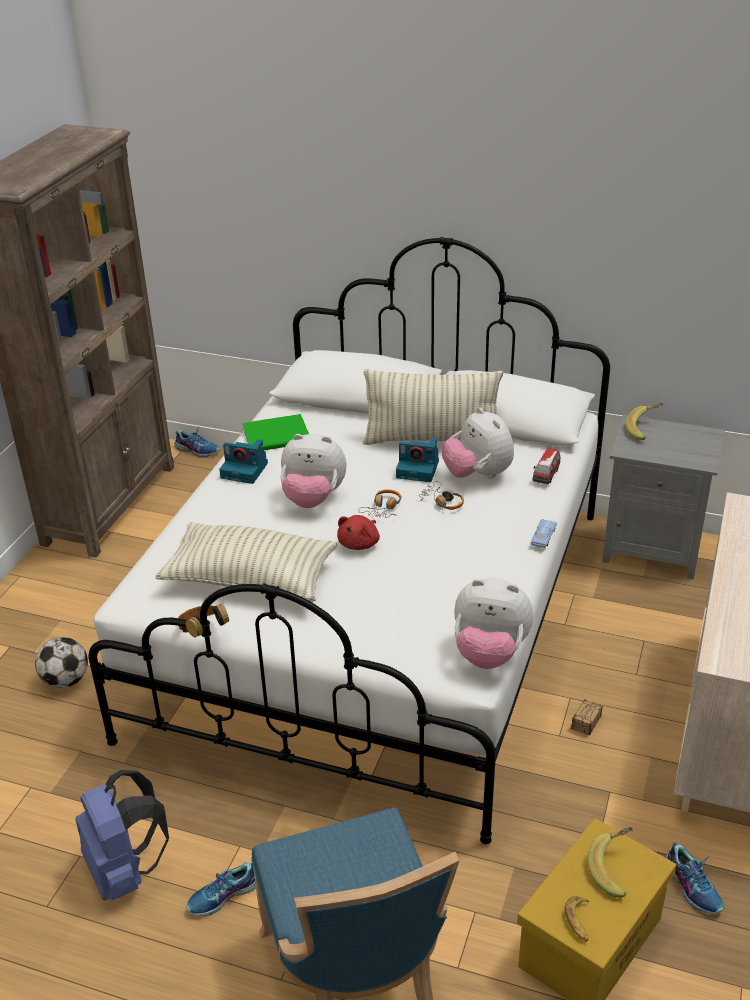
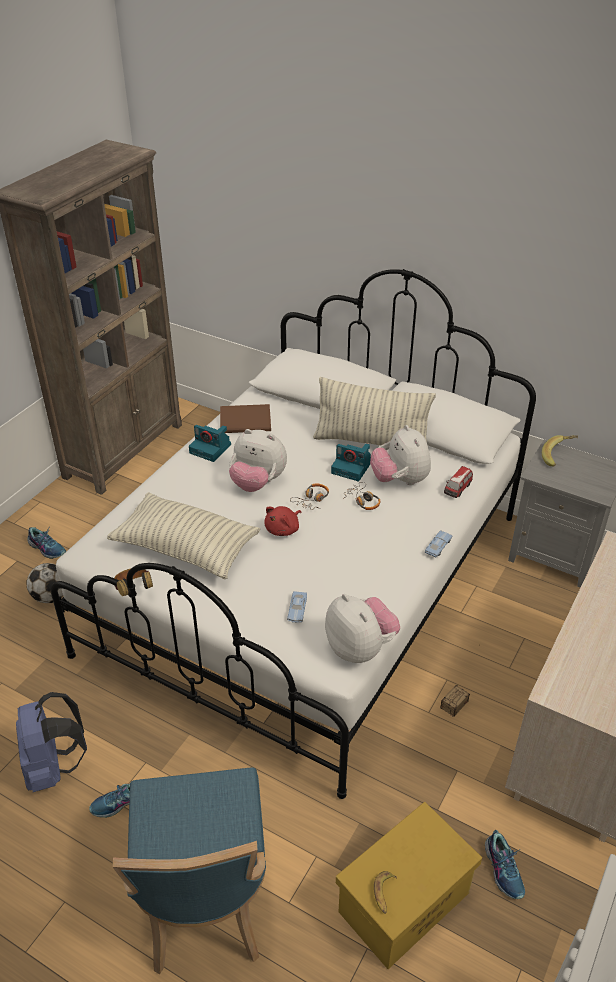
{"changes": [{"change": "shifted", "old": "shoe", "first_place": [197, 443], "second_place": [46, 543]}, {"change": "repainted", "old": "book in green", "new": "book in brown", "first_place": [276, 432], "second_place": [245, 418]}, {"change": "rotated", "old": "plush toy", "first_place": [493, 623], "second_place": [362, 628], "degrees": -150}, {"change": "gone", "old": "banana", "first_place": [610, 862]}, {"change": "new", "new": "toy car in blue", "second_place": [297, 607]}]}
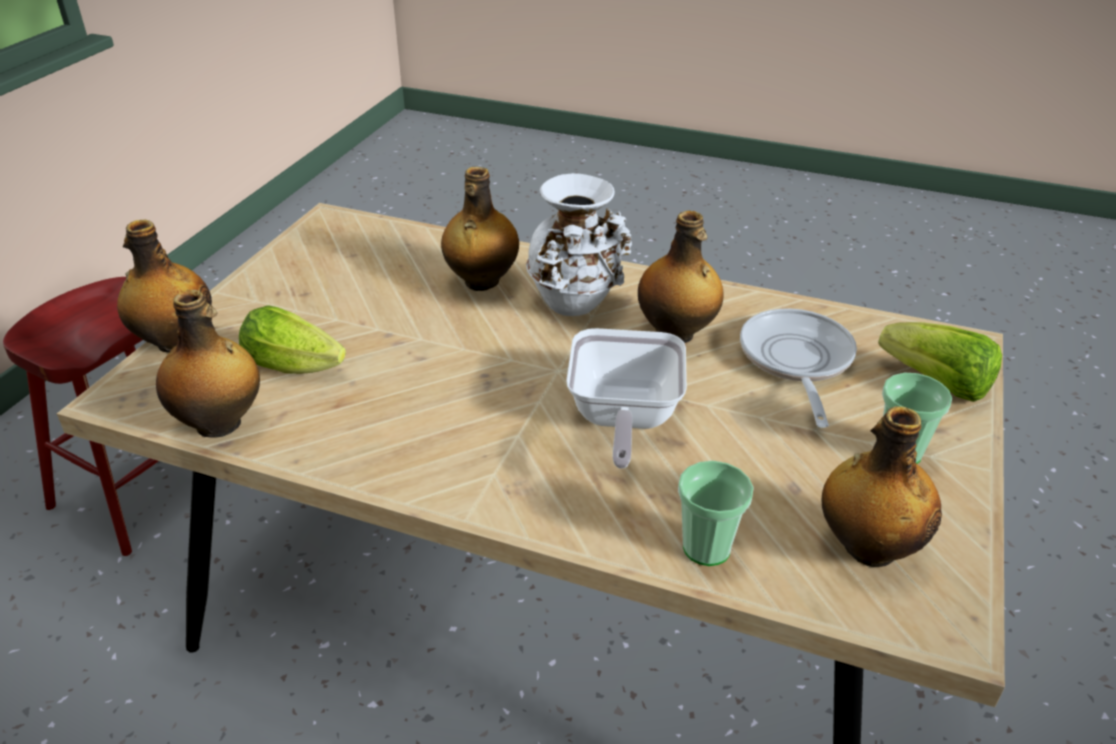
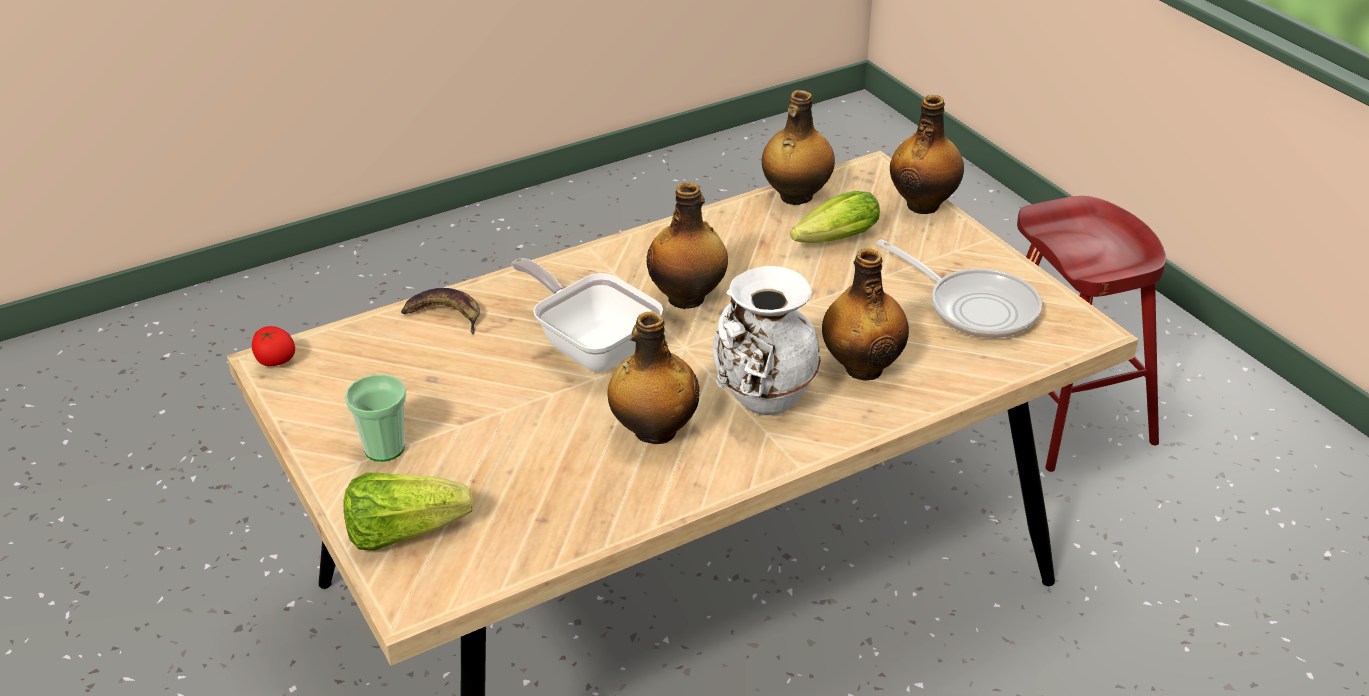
{"changes": [{"change": "swapped", "old": "cup", "new": "banana", "first_place": [716, 513], "second_place": [440, 311]}, {"change": "shifted", "old": "frying pan", "first_place": [798, 368], "second_place": [959, 288]}, {"change": "shifted", "old": "bottle", "first_place": [882, 486], "second_place": [687, 245]}, {"change": "new", "new": "tomato", "second_place": [273, 346]}]}
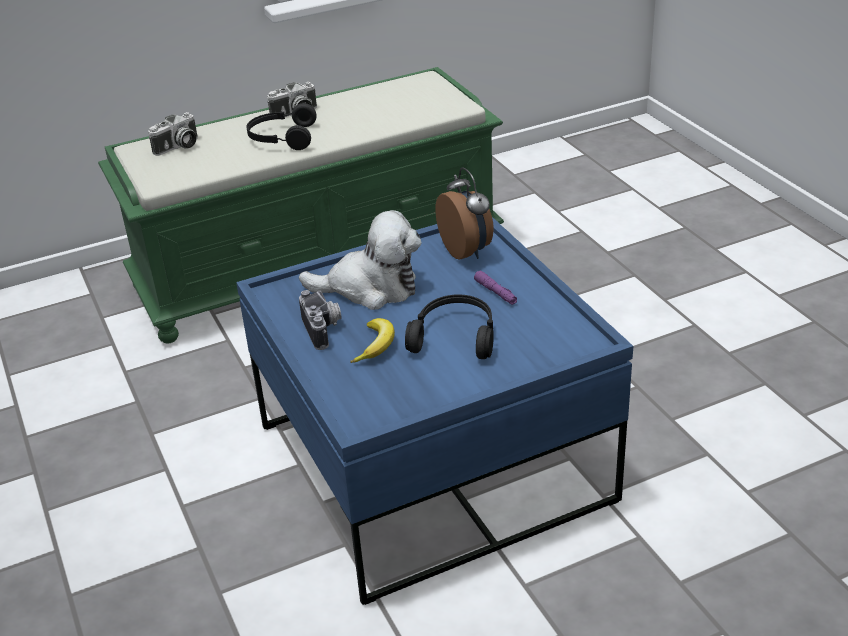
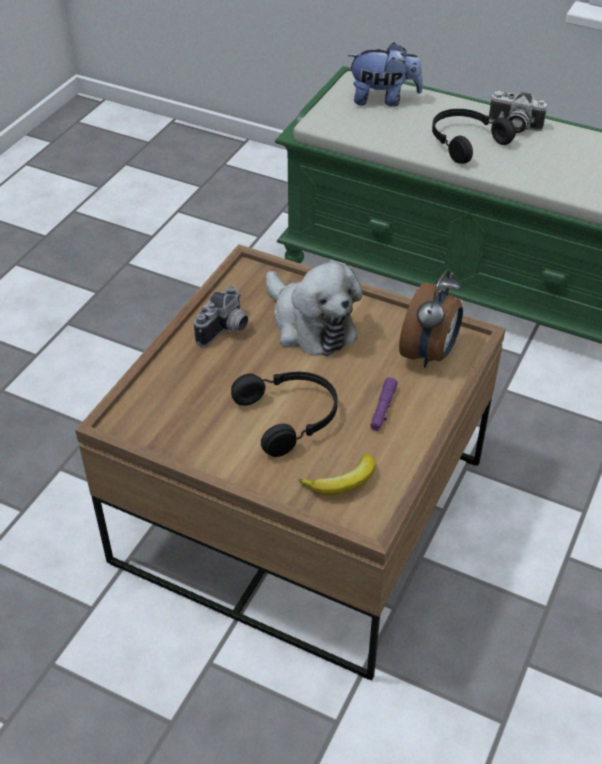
{"changes": [{"change": "swapped", "old": "photo camera", "new": "plush toy", "first_place": [173, 134], "second_place": [385, 75]}, {"change": "repainted", "old": "coffee table in blue", "new": "coffee table in brown", "first_place": [434, 411], "second_place": [290, 462]}, {"change": "shifted", "old": "banana", "first_place": [372, 340], "second_place": [337, 474]}]}
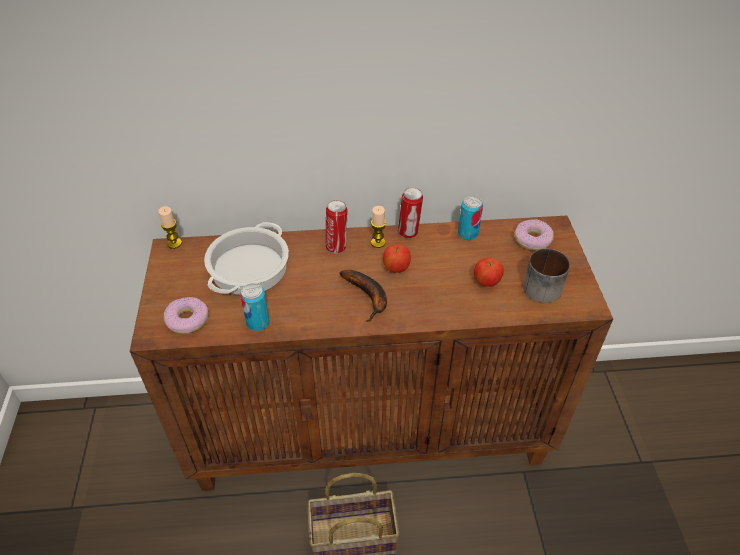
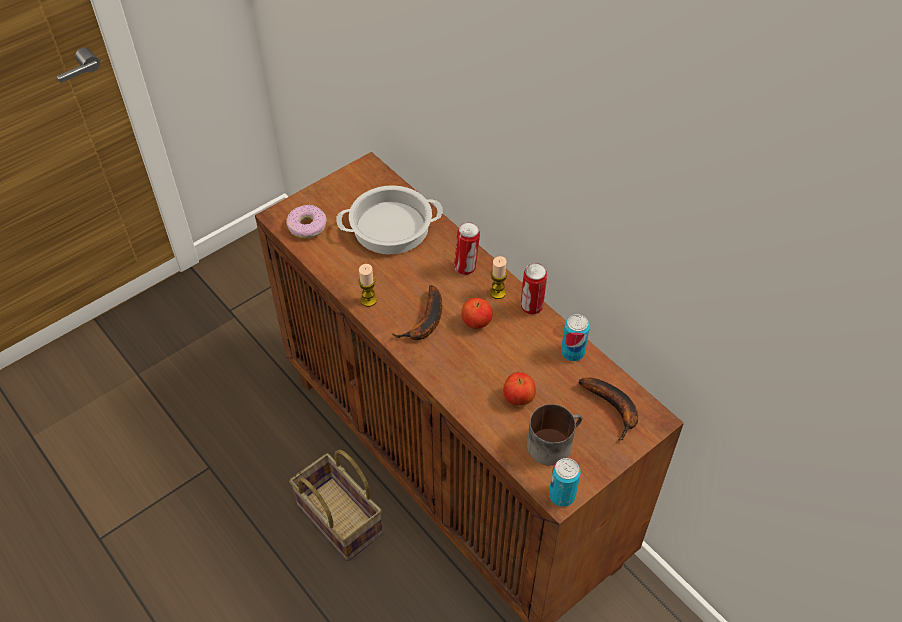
{"changes": [{"change": "shifted", "old": "candle", "first_place": [170, 227], "second_place": [367, 285]}, {"change": "shifted", "old": "can", "first_place": [255, 307], "second_place": [565, 482]}, {"change": "swapped", "old": "donut", "new": "banana", "first_place": [534, 234], "second_place": [608, 409]}]}
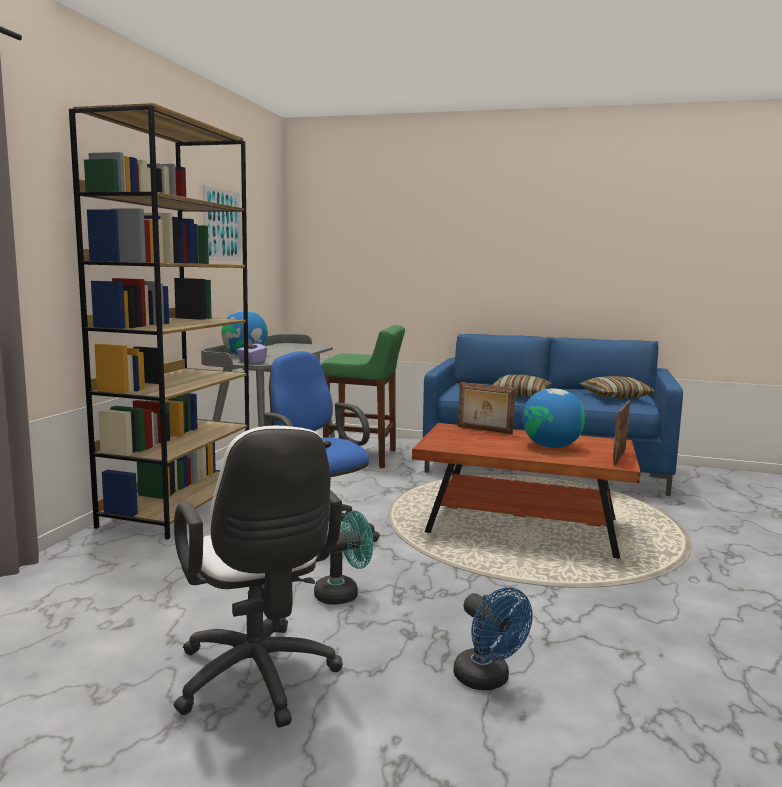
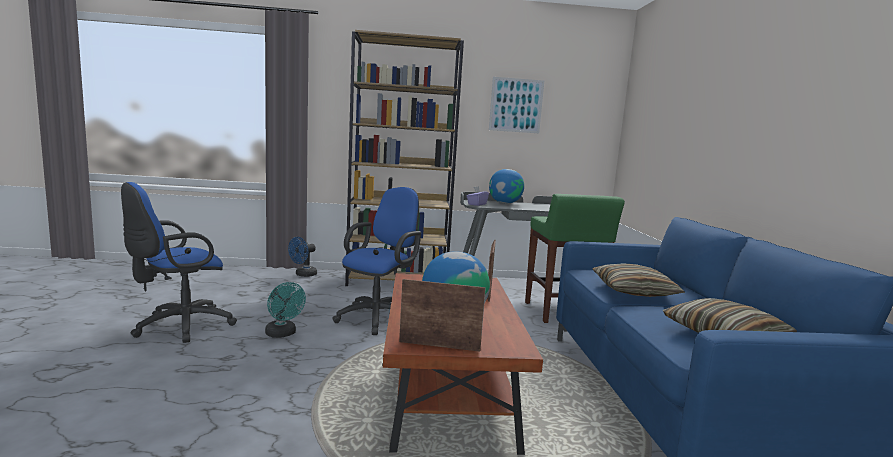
{"changes": [{"change": "repainted", "old": "office chair in white", "new": "office chair in blue", "first_place": [258, 577], "second_place": [179, 262]}, {"change": "shifted", "old": "fan in blue", "first_place": [493, 638], "second_place": [302, 257]}]}
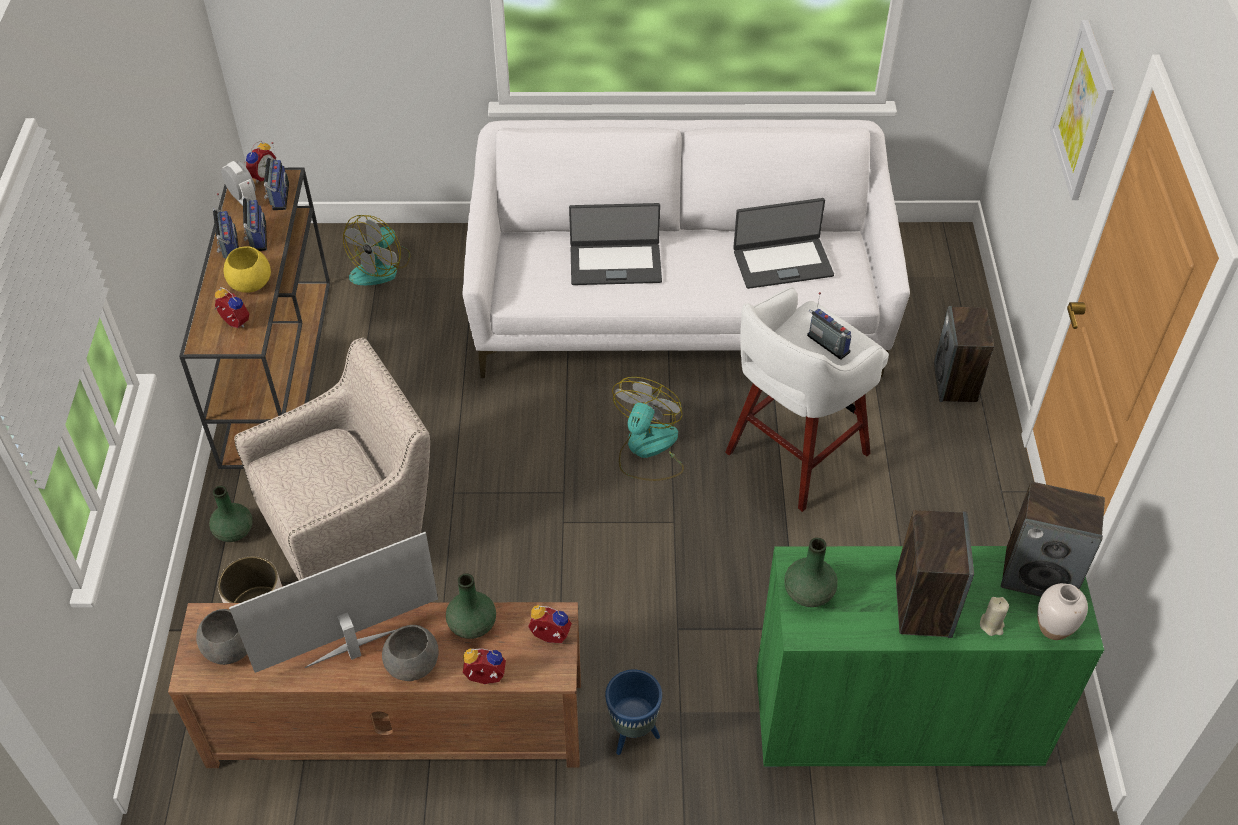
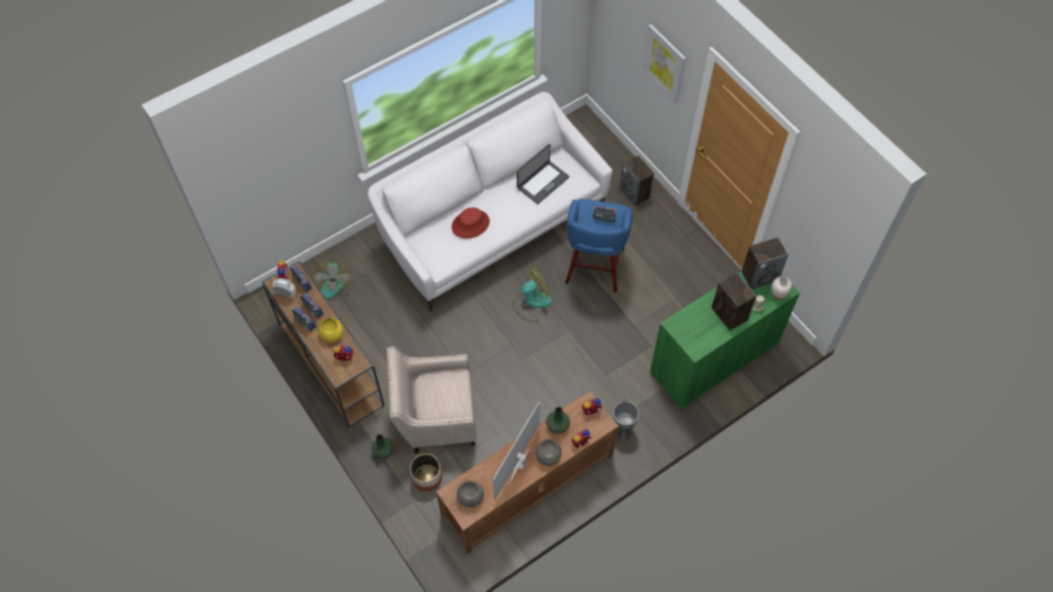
{"changes": [{"change": "rotated", "old": "armchair in beige", "first_place": [332, 459], "second_place": [431, 400], "degrees": -120}, {"change": "swapped", "old": "laptop", "new": "hat in red", "first_place": [615, 244], "second_place": [471, 223]}, {"change": "repainted", "old": "planter in blue", "new": "planter in grey", "first_place": [633, 712], "second_place": [626, 421]}, {"change": "rotated", "old": "fan", "first_place": [648, 429], "second_place": [532, 293], "degrees": 75}, {"change": "repainted", "old": "stool in white", "new": "stool in blue", "first_place": [807, 399], "second_place": [599, 245]}, {"change": "gone", "old": "vase in green", "first_place": [810, 572]}]}
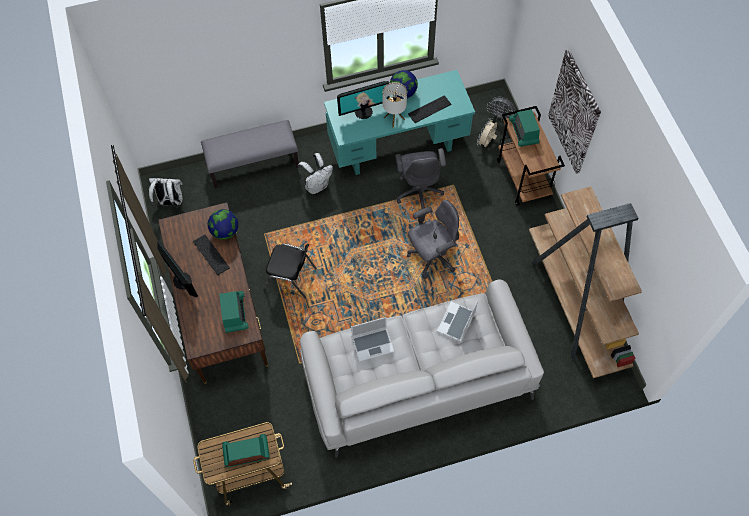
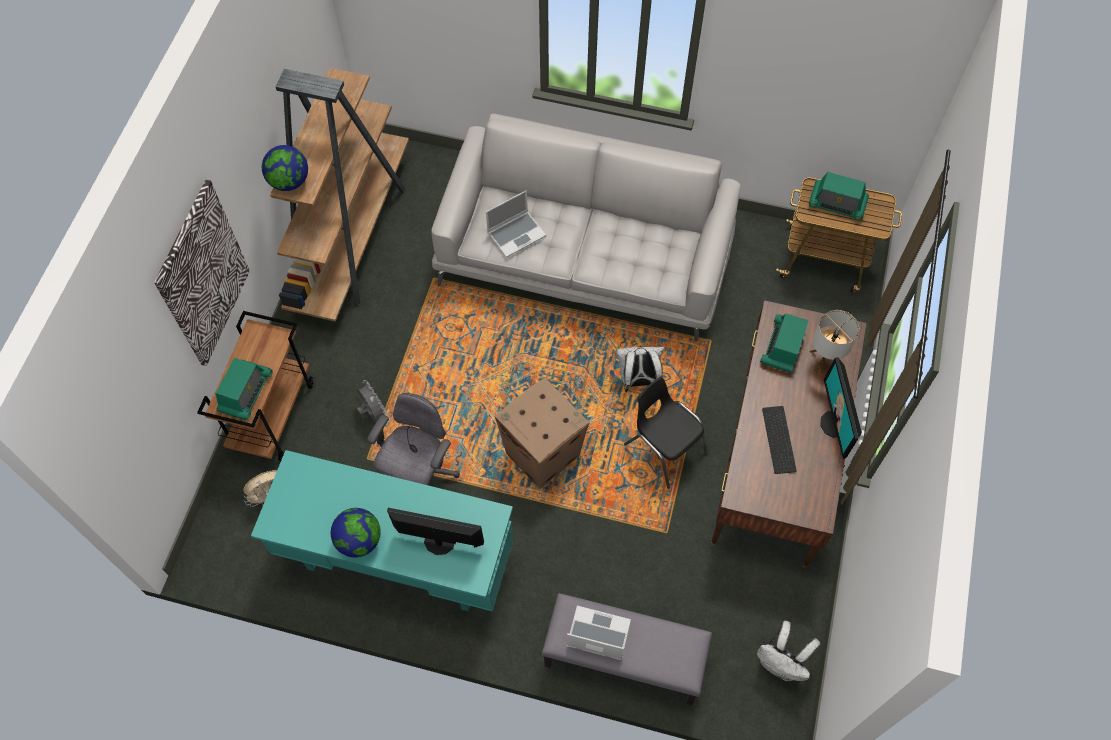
{"changes": [{"change": "shifted", "old": "globe", "first_place": [223, 224], "second_place": [285, 168]}, {"change": "shifted", "old": "backpack in white", "first_place": [315, 173], "second_place": [639, 369]}, {"change": "shifted", "old": "laptop", "first_place": [372, 339], "second_place": [599, 633]}, {"change": "shifted", "old": "table lamp", "first_place": [395, 104], "second_place": [834, 341]}, {"change": "gone", "old": "office chair in grey", "first_place": [433, 239]}, {"change": "gone", "old": "keyboard", "first_place": [429, 109]}, {"change": "shifted", "old": "fan in grey", "first_place": [501, 109], "second_place": [373, 402]}, {"change": "new", "new": "cardboard box", "second_place": [542, 433]}]}
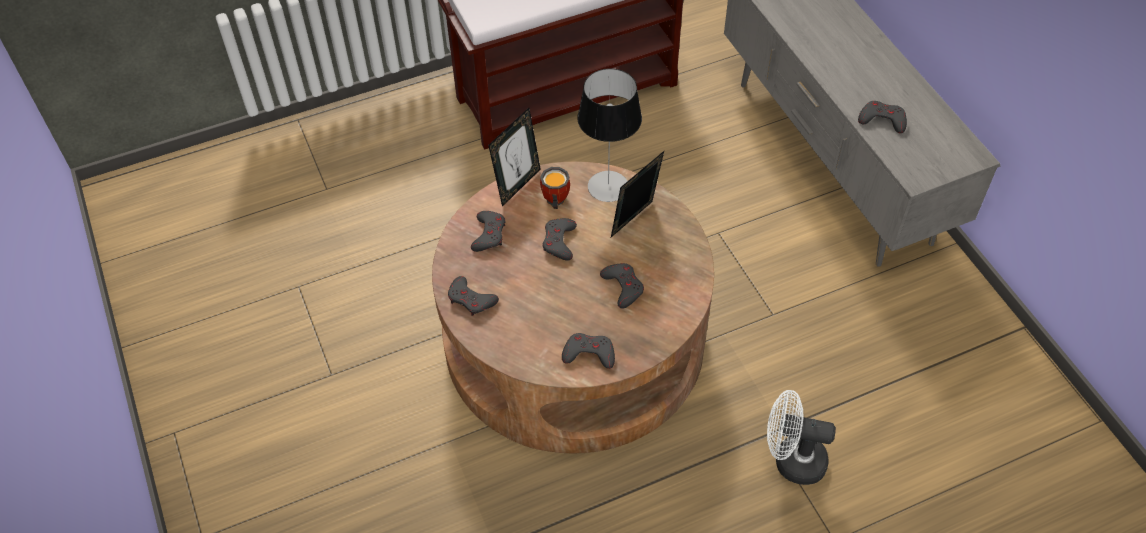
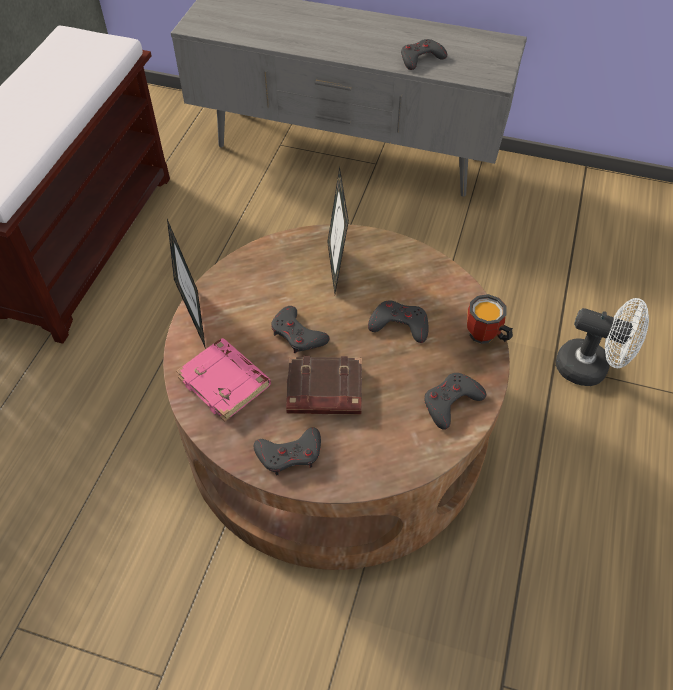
{"changes": [{"change": "swapped", "old": "game controller in grey", "new": "book in pink", "first_place": [488, 231], "second_place": [223, 380]}, {"change": "shifted", "old": "mug", "first_place": [555, 188], "second_place": [490, 319]}, {"change": "gone", "old": "table lamp", "first_place": [609, 135]}, {"change": "rotated", "old": "fan in white", "first_place": [801, 437], "second_place": [602, 342], "degrees": -120}, {"change": "new", "new": "book in brown", "second_place": [324, 385]}]}
